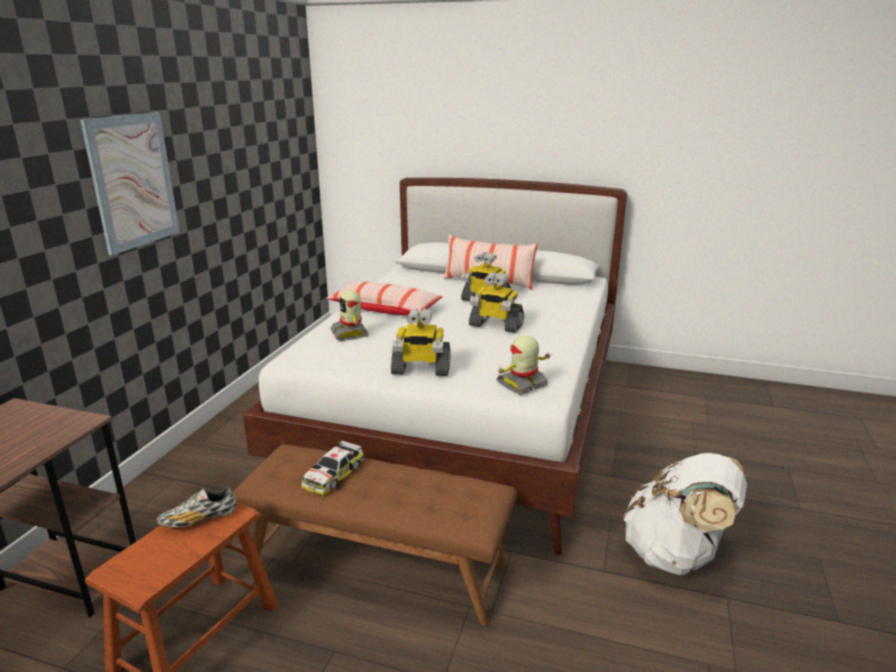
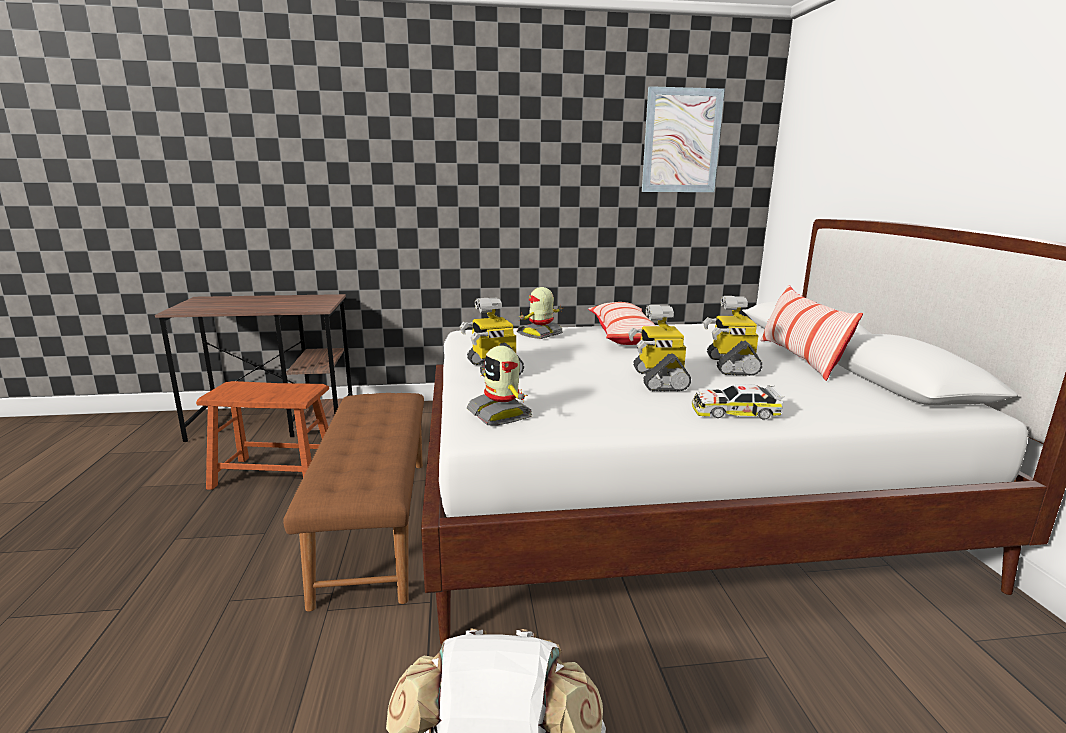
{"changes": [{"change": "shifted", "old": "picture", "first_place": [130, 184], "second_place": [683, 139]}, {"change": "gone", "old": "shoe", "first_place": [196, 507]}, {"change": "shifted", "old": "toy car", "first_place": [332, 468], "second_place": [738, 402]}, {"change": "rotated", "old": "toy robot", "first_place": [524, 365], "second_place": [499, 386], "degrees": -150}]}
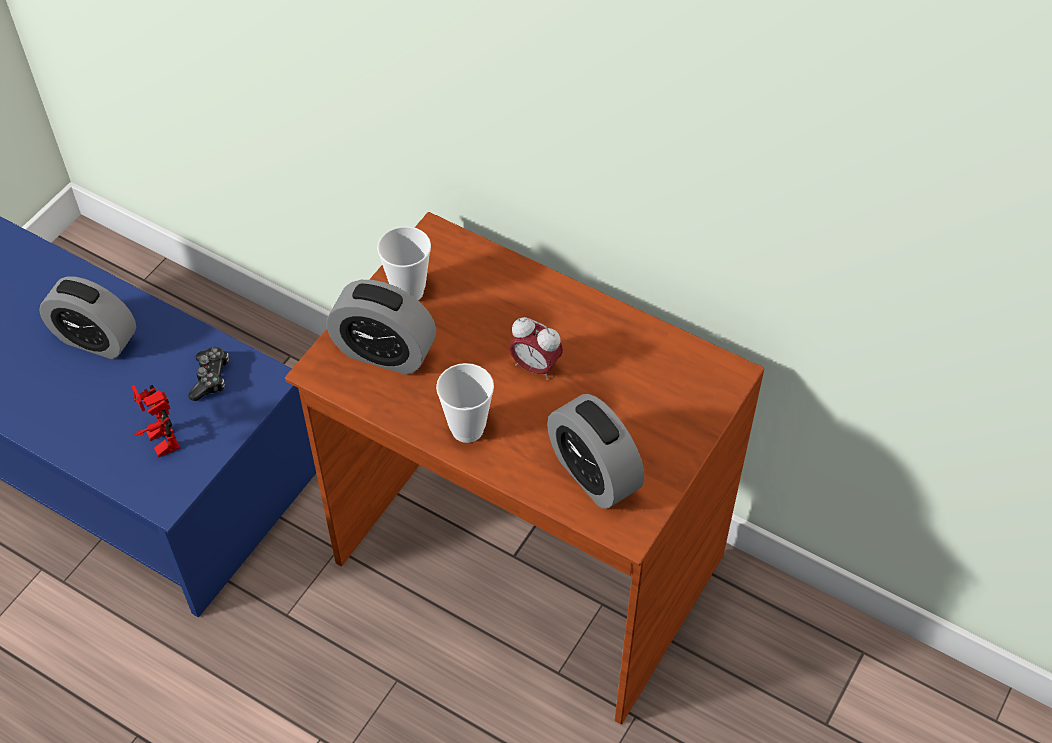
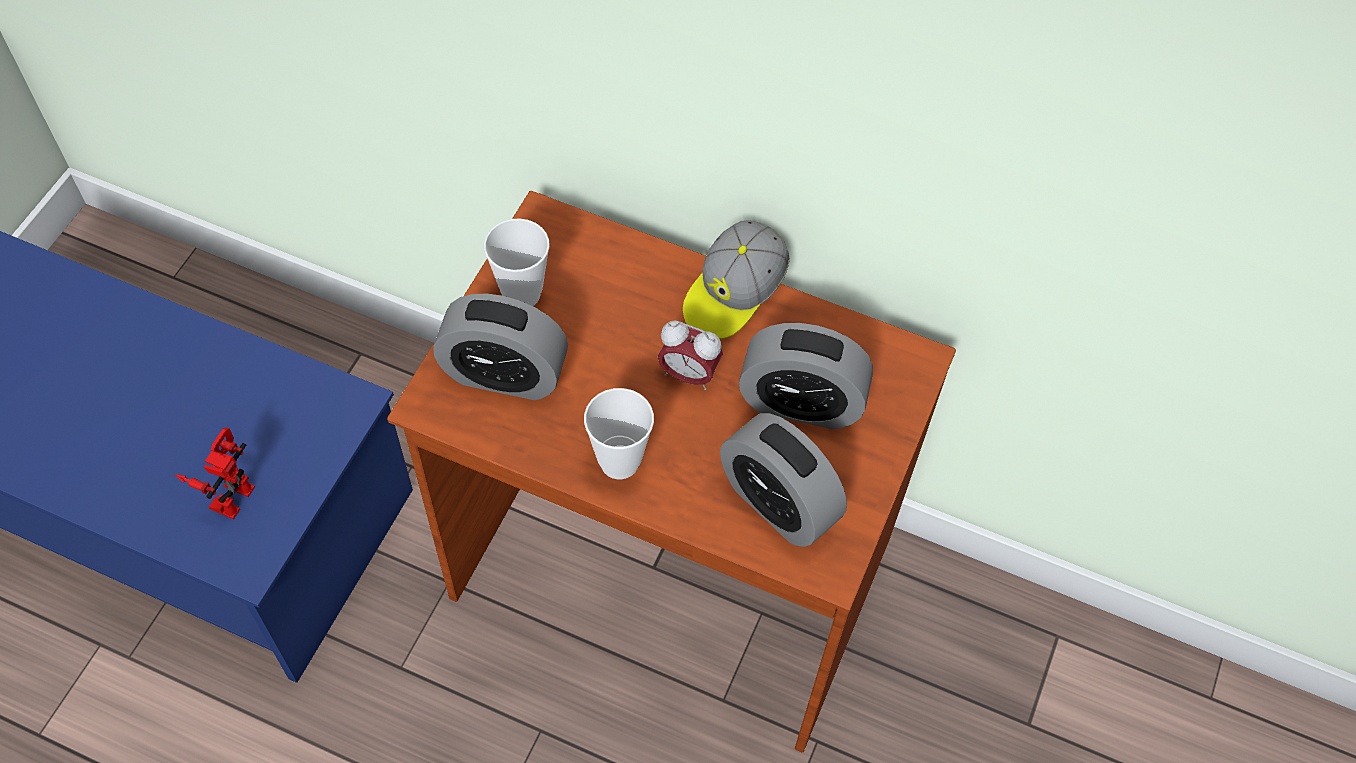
{"changes": [{"change": "shifted", "old": "alarm clock", "first_place": [87, 317], "second_place": [806, 376]}, {"change": "rotated", "old": "toy robot", "first_place": [155, 421], "second_place": [215, 473], "degrees": 60}, {"change": "gone", "old": "game controller", "first_place": [208, 374]}, {"change": "new", "new": "cap", "second_place": [736, 279]}]}
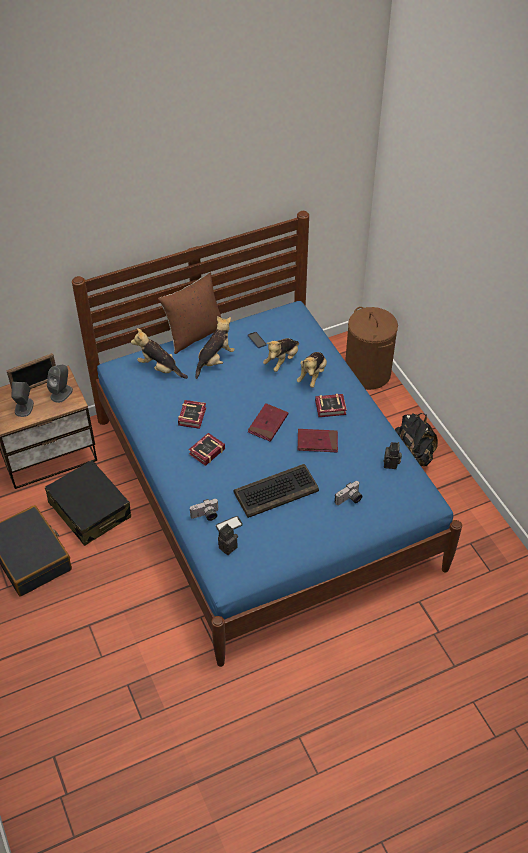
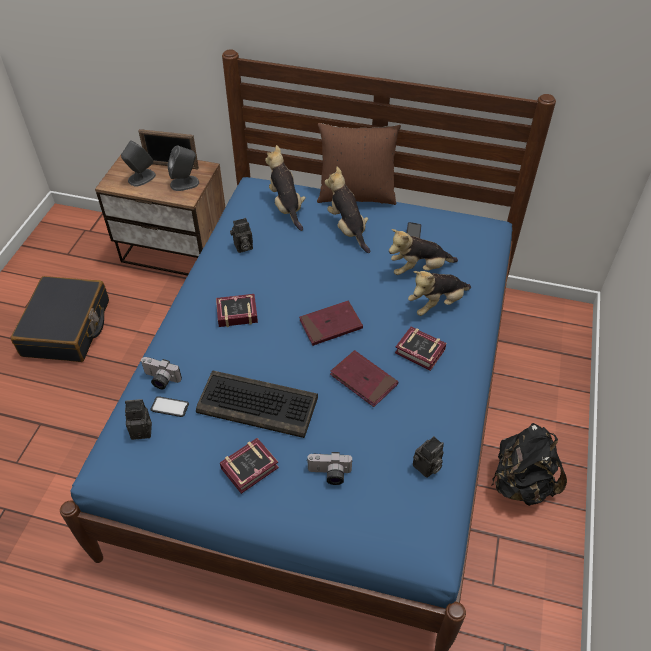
{"changes": [{"change": "gone", "old": "suitcase in black", "first_place": [88, 503]}, {"change": "shifted", "old": "book", "first_place": [192, 414], "second_place": [249, 466]}, {"change": "rotated", "old": "plush toy", "first_place": [215, 347], "second_place": [347, 210], "degrees": -105}, {"change": "gone", "old": "laundry basket in brown", "first_place": [371, 348]}, {"change": "new", "new": "photo camera", "second_place": [241, 235]}]}
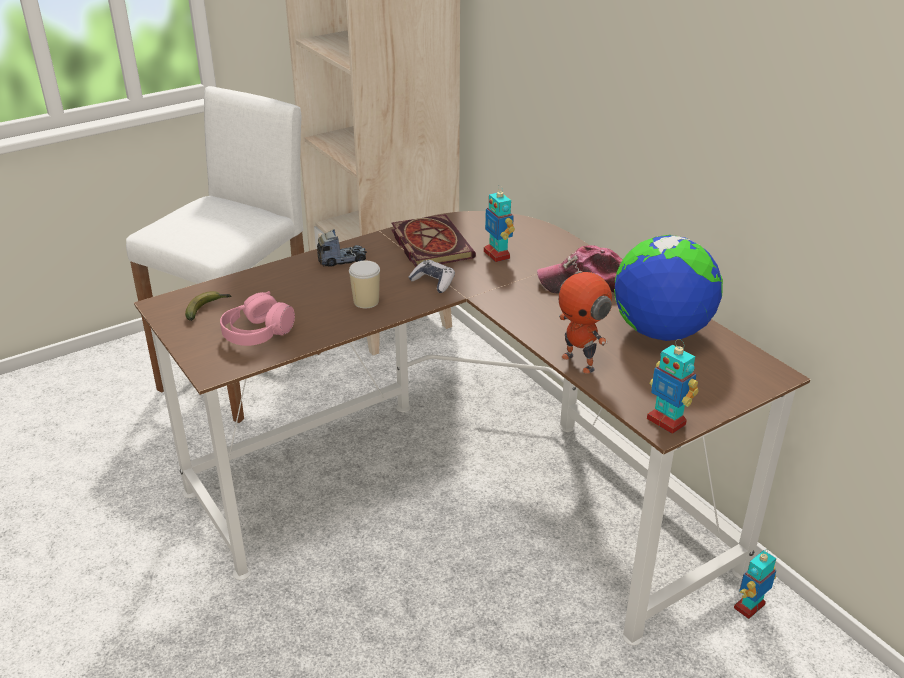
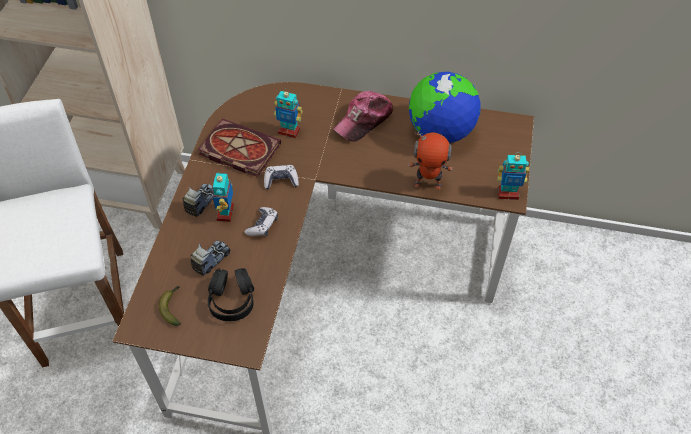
{"changes": [{"change": "repainted", "old": "headphones in pink", "new": "headphones in black", "first_place": [257, 318], "second_place": [231, 294]}, {"change": "swapped", "old": "cup", "new": "game controller", "first_place": [364, 284], "second_place": [261, 221]}, {"change": "shifted", "old": "toy robot", "first_place": [755, 584], "second_place": [223, 197]}, {"change": "new", "new": "toy truck", "second_place": [210, 258]}]}
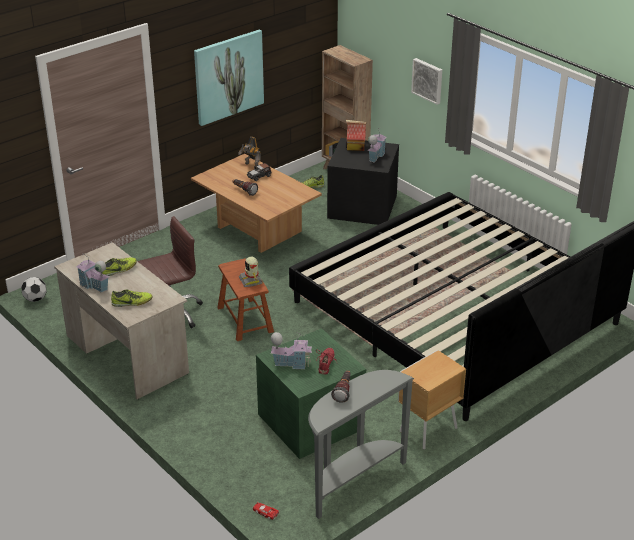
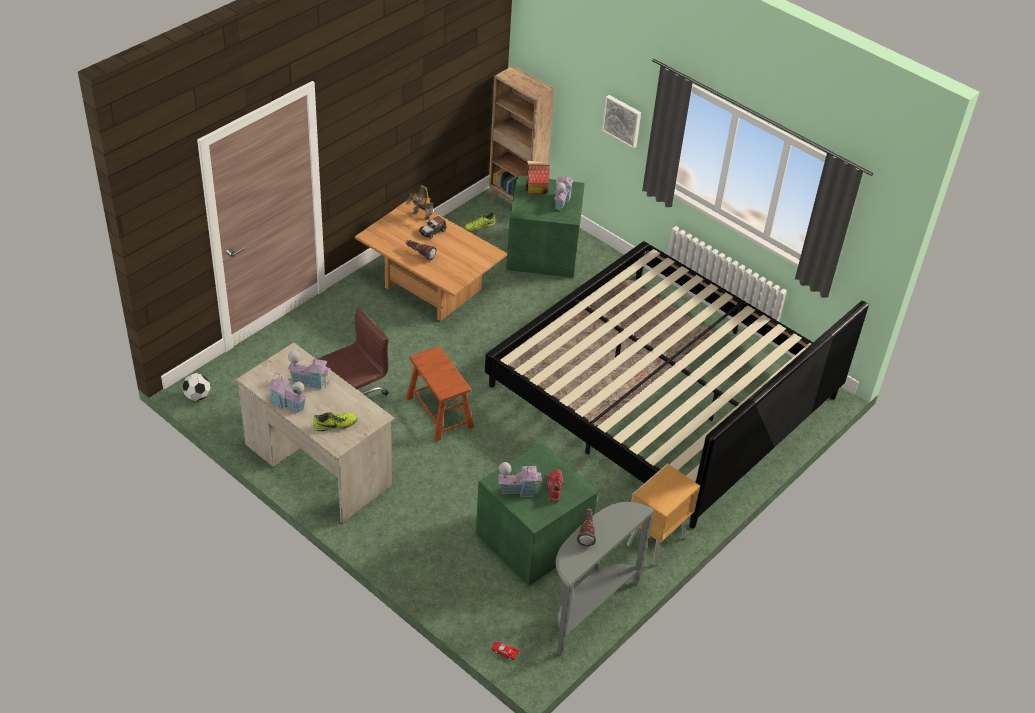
{"changes": [{"change": "swapped", "old": "shoe", "new": "toy house", "first_place": [119, 266], "second_place": [309, 370]}, {"change": "gone", "old": "picture", "first_place": [229, 78]}, {"change": "gone", "old": "toy robot", "first_place": [250, 272]}, {"change": "repainted", "old": "storage box in black", "new": "storage box in green", "first_place": [363, 181], "second_place": [545, 226]}]}
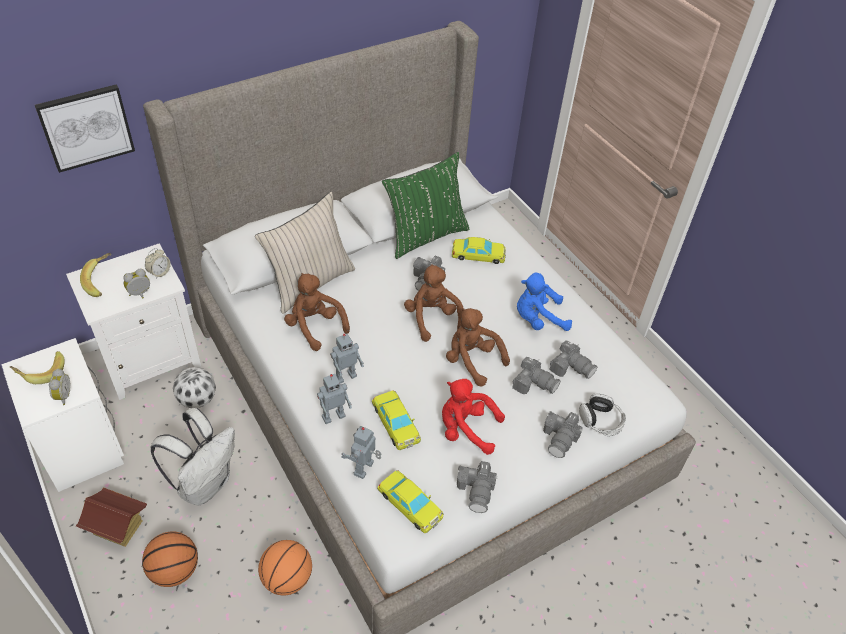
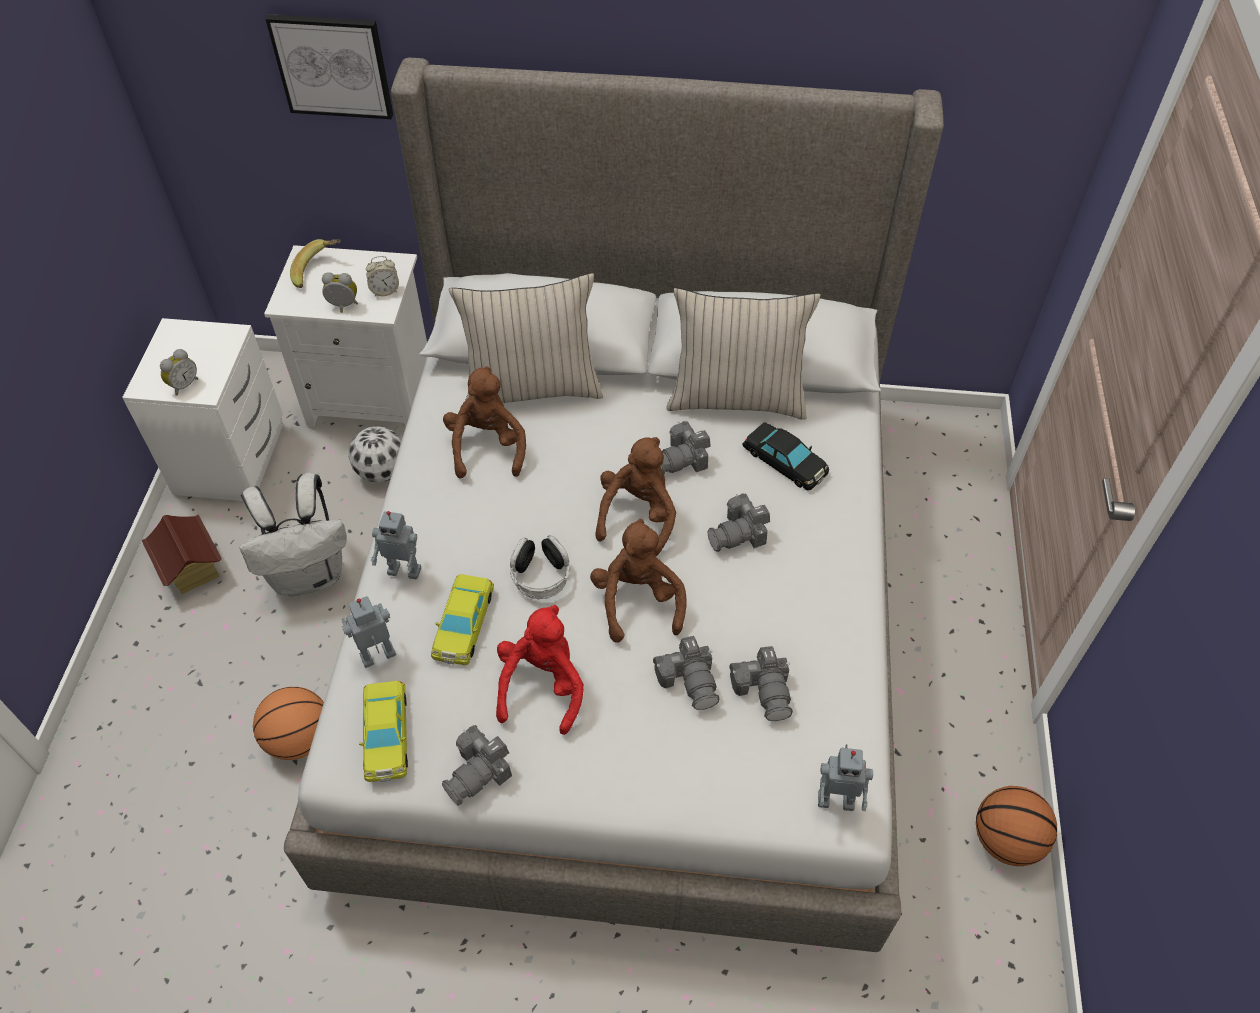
{"changes": [{"change": "gone", "old": "banana", "first_place": [37, 367]}, {"change": "shifted", "old": "basketball", "first_place": [170, 559], "second_place": [1016, 826]}, {"change": "shifted", "old": "toy robot", "first_place": [347, 358], "second_place": [845, 777]}, {"change": "repainted", "old": "pillow in green", "new": "pillow in beige", "first_place": [425, 205], "second_place": [743, 354]}, {"change": "rotated", "old": "plush toy in red", "first_place": [473, 417], "second_place": [540, 670], "degrees": 45}, {"change": "repainted", "old": "toy car in yellow", "new": "toy car in black", "first_place": [479, 250], "second_place": [785, 456]}, {"change": "gone", "old": "plush toy in blue", "first_place": [544, 302]}, {"change": "shifted", "old": "photo camera", "first_place": [563, 434], "second_place": [738, 522]}, {"change": "shifted", "old": "headphones", "first_place": [602, 414], "second_place": [540, 567]}]}
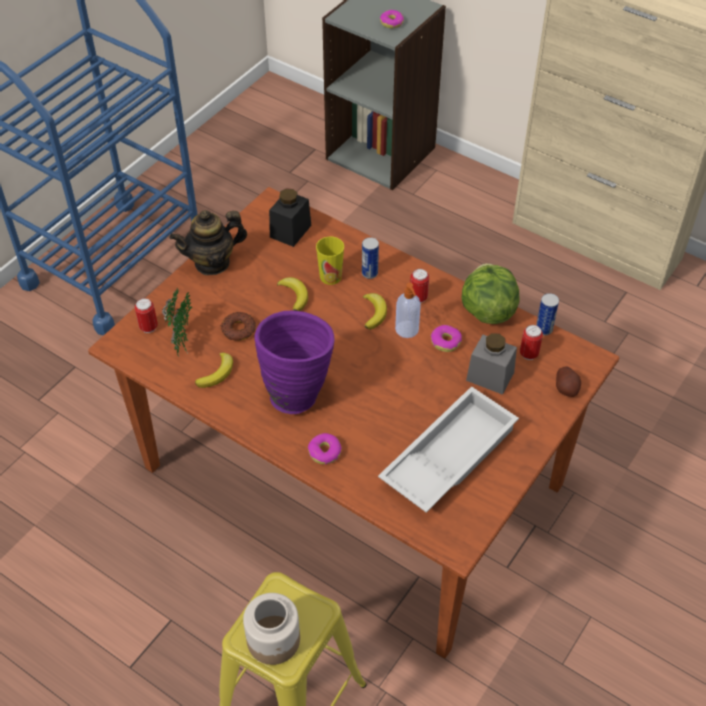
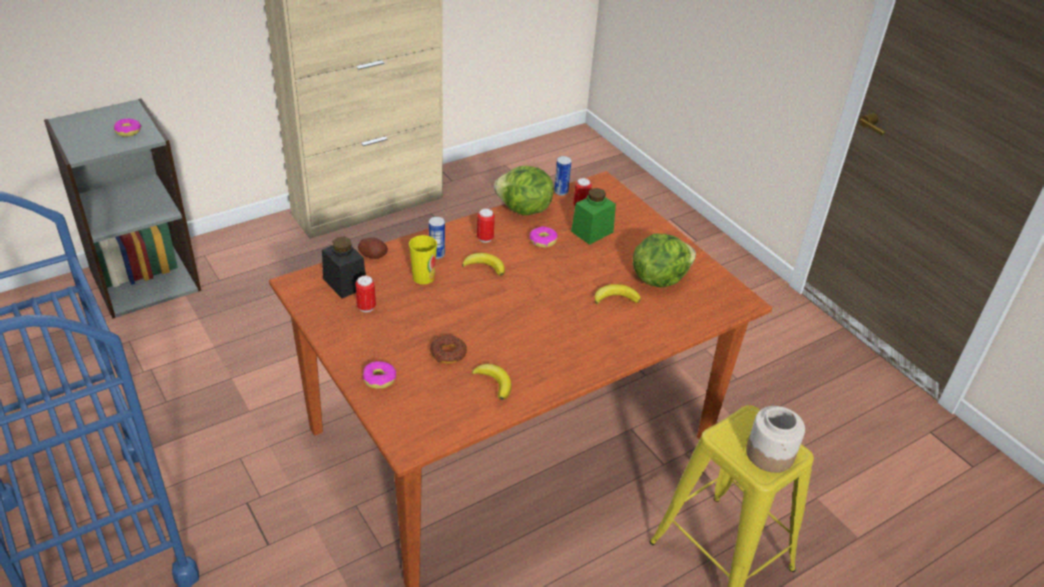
{"changes": [{"change": "shifted", "old": "can", "first_place": [146, 315], "second_place": [365, 294]}, {"change": "gone", "old": "potted plant", "first_place": [177, 321]}, {"change": "gone", "old": "teapot", "first_place": [208, 242]}, {"change": "gone", "old": "vase in purple", "first_place": [294, 362]}, {"change": "shifted", "old": "banana", "first_place": [292, 294], "second_place": [618, 294]}, {"change": "shifted", "old": "donut", "first_place": [325, 448], "second_place": [379, 375]}, {"change": "swapped", "old": "tray in white", "new": "lettuce", "first_place": [448, 449], "second_place": [664, 261]}, {"change": "gone", "old": "soap dispenser", "first_place": [408, 310]}, {"change": "repainted", "old": "jar in grey", "new": "jar in green", "first_place": [491, 364], "second_place": [593, 216]}, {"change": "shifted", "old": "potato", "first_place": [568, 382], "second_place": [373, 248]}]}
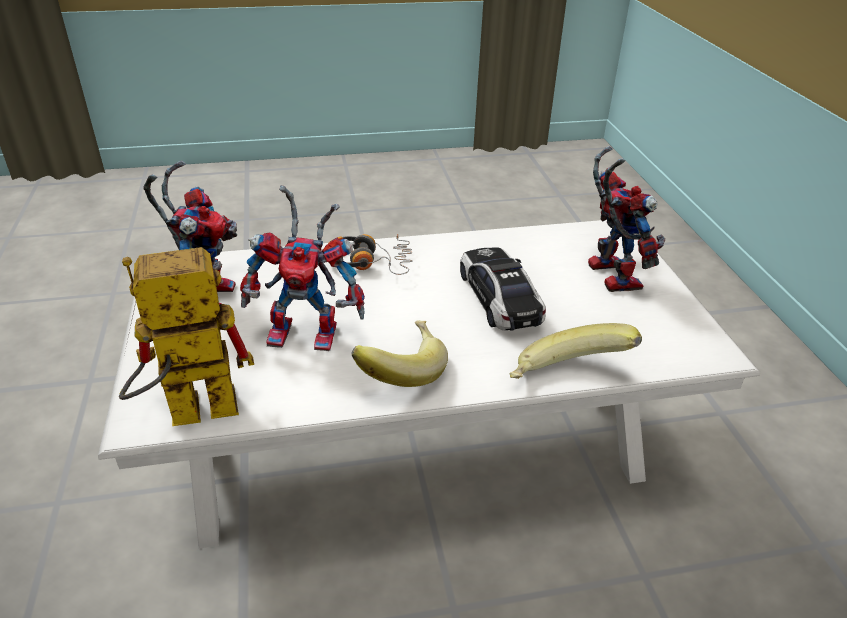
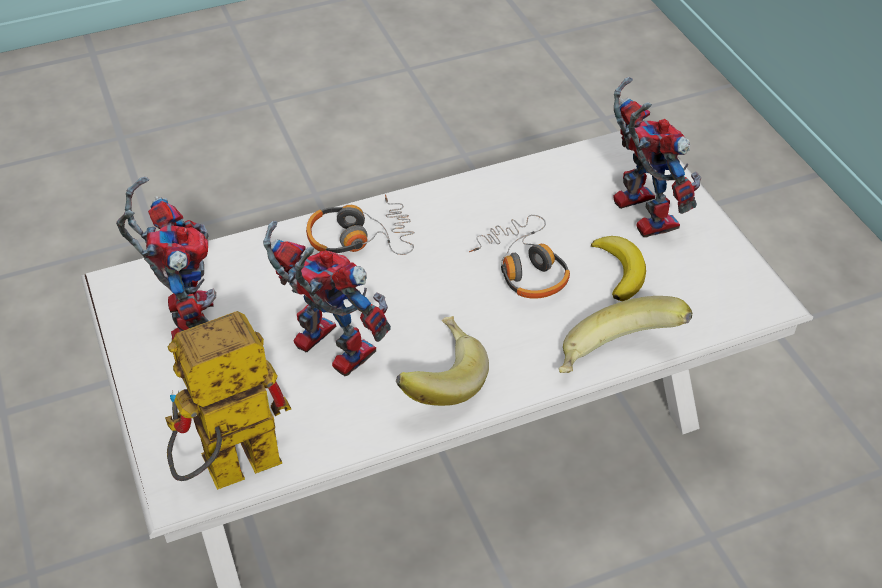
{"changes": [{"change": "rotated", "old": "toy robot", "first_place": [302, 268], "second_place": [327, 298], "degrees": -135}, {"change": "swapped", "old": "toy car", "new": "headphones", "first_place": [503, 289], "second_place": [519, 257]}, {"change": "new", "new": "banana", "second_place": [618, 268]}]}
